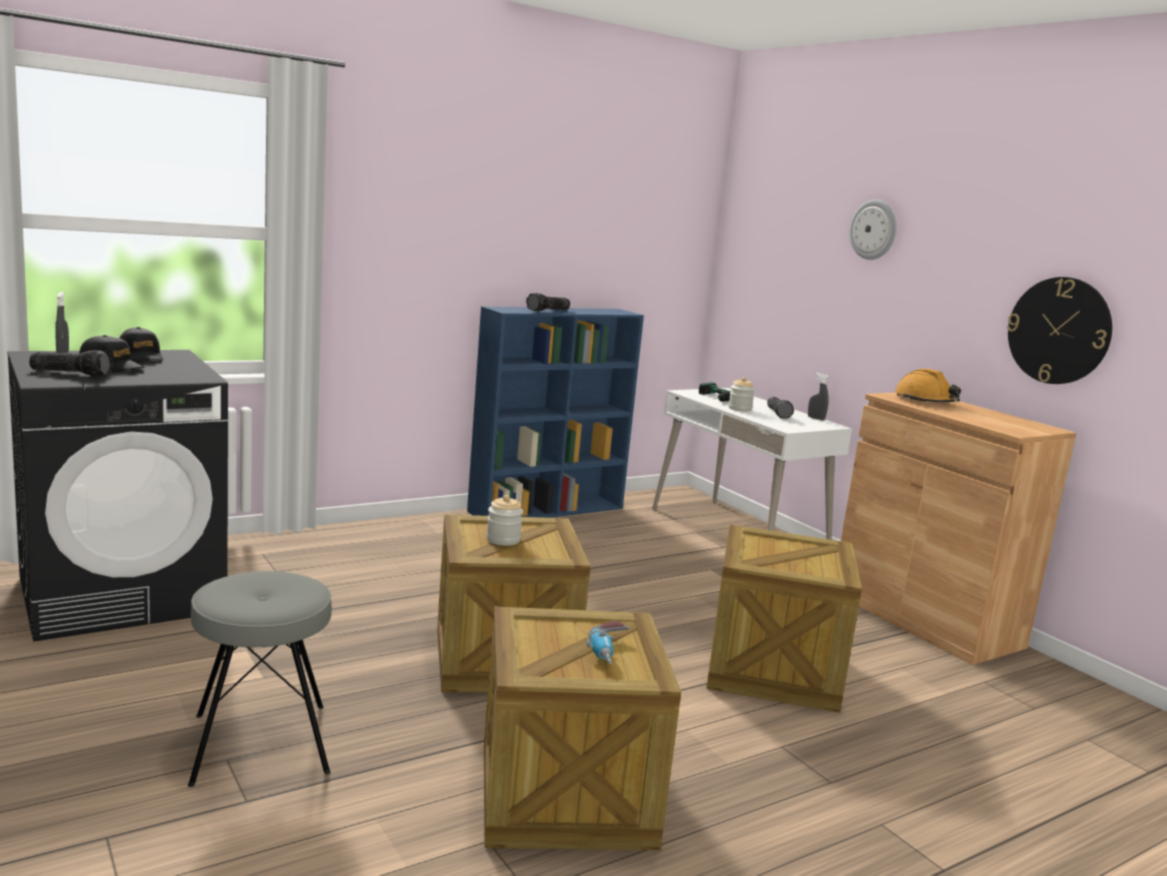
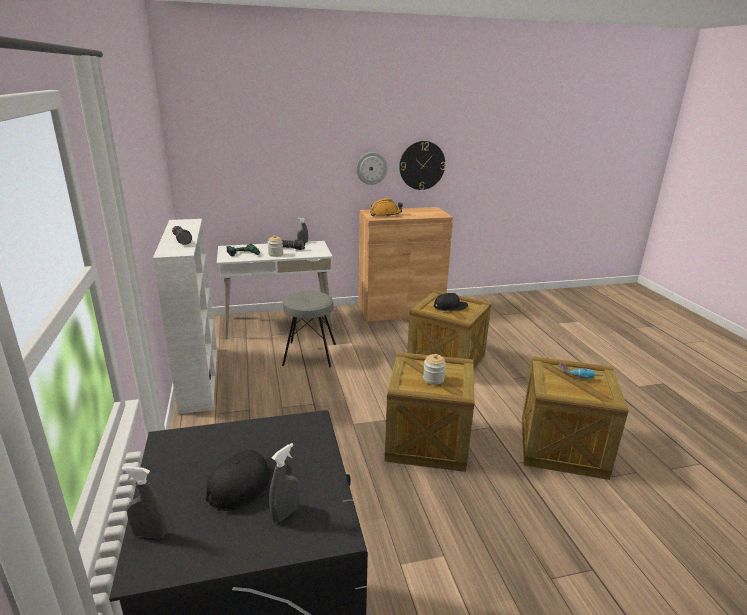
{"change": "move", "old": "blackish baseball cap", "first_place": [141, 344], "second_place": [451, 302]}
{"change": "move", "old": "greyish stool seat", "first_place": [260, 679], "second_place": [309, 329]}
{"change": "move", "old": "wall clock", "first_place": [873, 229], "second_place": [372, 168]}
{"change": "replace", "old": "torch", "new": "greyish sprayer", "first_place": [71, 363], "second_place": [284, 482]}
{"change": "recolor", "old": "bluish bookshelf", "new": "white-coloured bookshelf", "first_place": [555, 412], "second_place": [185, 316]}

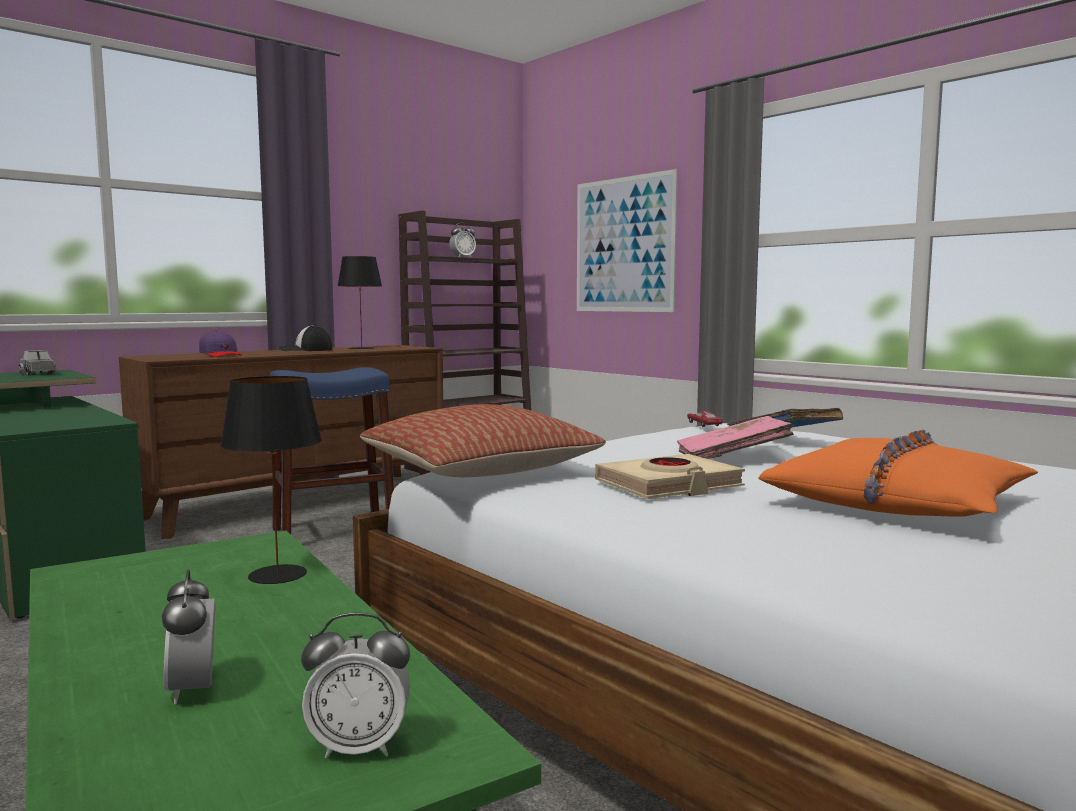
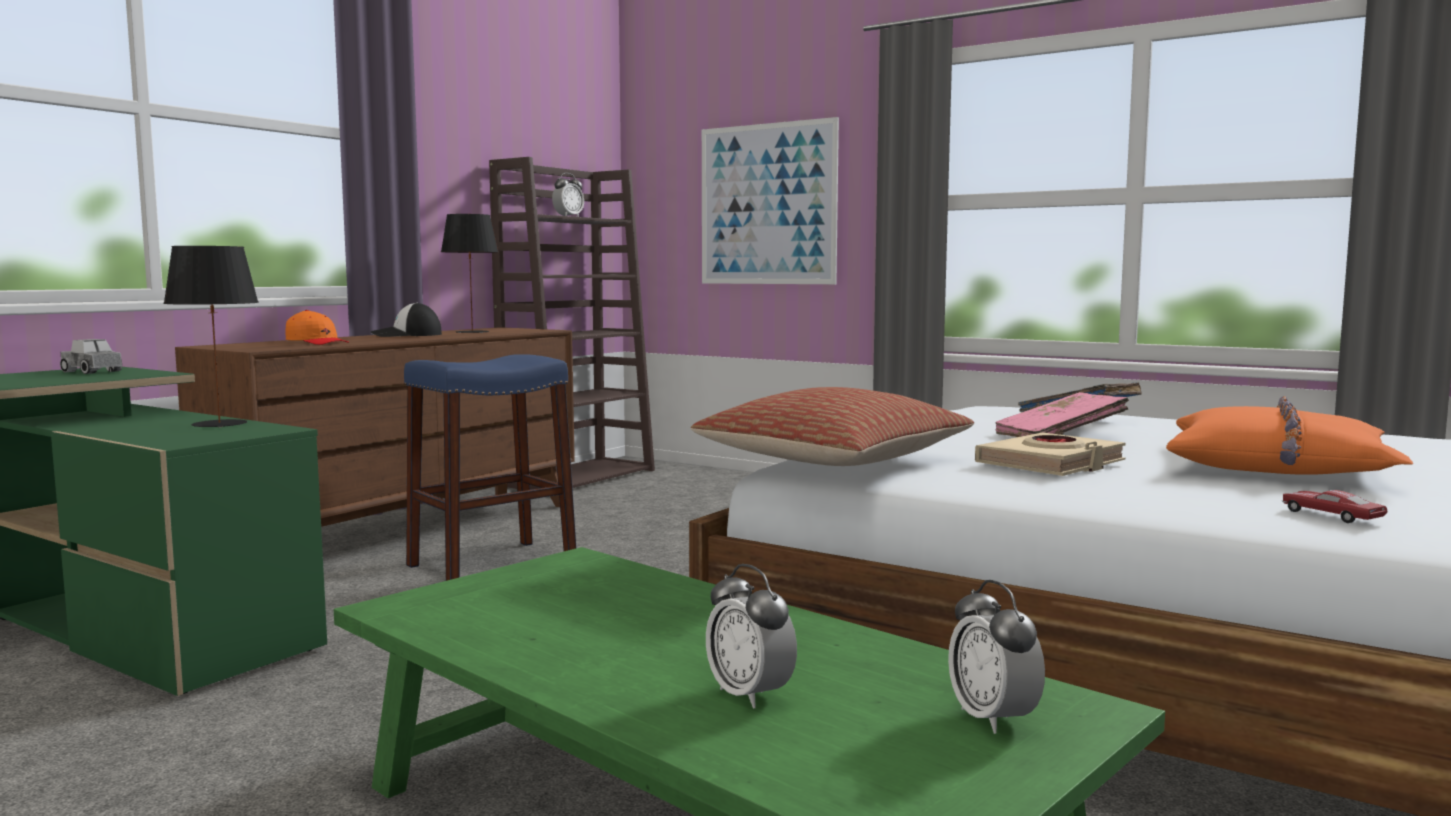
{"change": "move", "old": "blackish tabletop lamp", "first_place": [271, 480], "second_place": [211, 336]}
{"change": "move", "old": "red model car", "first_place": [705, 419], "second_place": [1334, 506]}
{"change": "recolor", "old": "purple-coloured baseball cap", "new": "orangey baseball cap", "first_place": [220, 343], "second_place": [317, 327]}
{"change": "rotate", "old": "alarm clock", "first_place": [355, 685], "second_place": [996, 657], "degrees": 90}

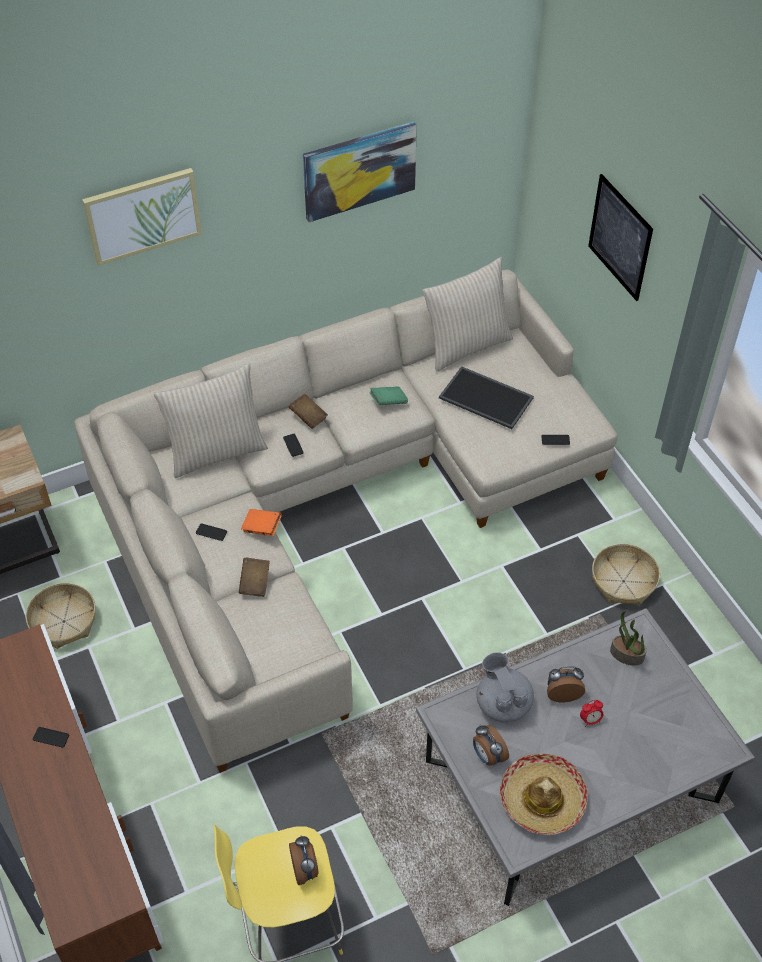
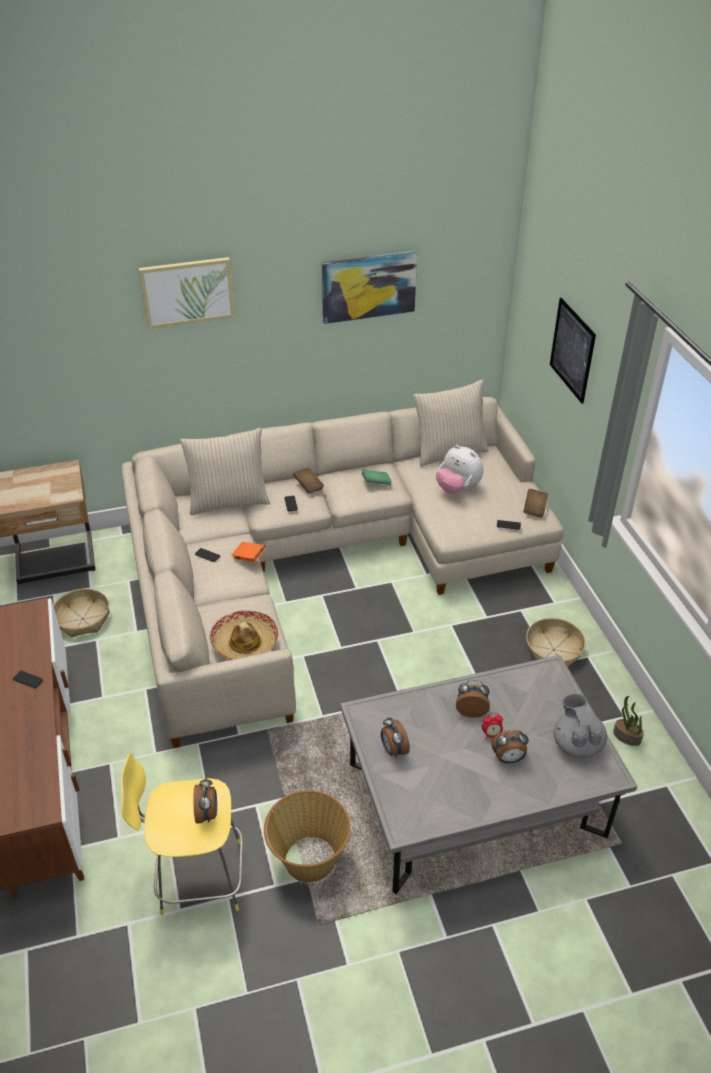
{"change": "insert", "new": "household basket", "second_place": [307, 836]}
{"change": "insert", "new": "alarm clock", "second_place": [510, 747]}
{"change": "move", "old": "brownish book", "first_place": [254, 577], "second_place": [535, 503]}
{"change": "move", "old": "greyish pot for tea", "first_place": [505, 687], "second_place": [580, 726]}
{"change": "move", "old": "hat", "first_place": [544, 794], "second_place": [244, 635]}
{"change": "move", "old": "plant in a pot", "first_place": [628, 638], "second_place": [628, 721]}
{"change": "replace", "old": "serving tray", "new": "soft toy", "first_place": [486, 397], "second_place": [459, 469]}

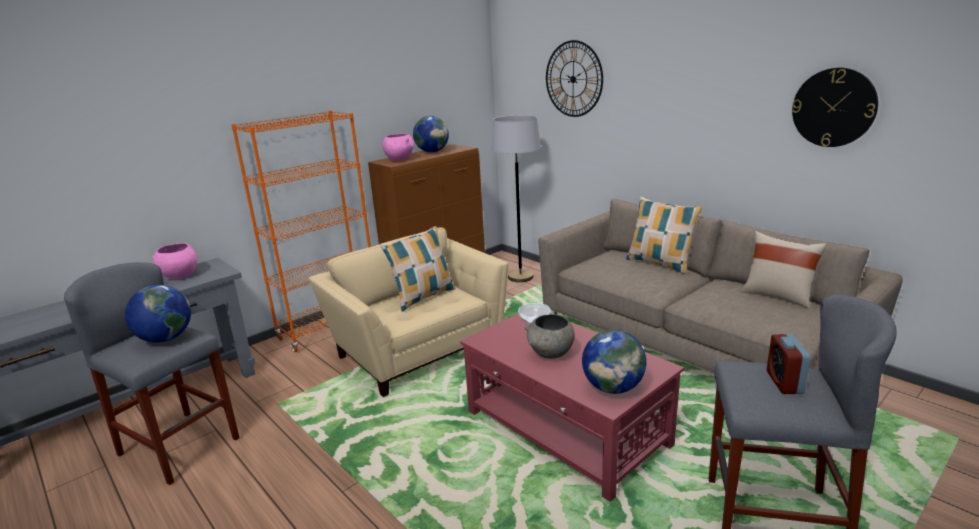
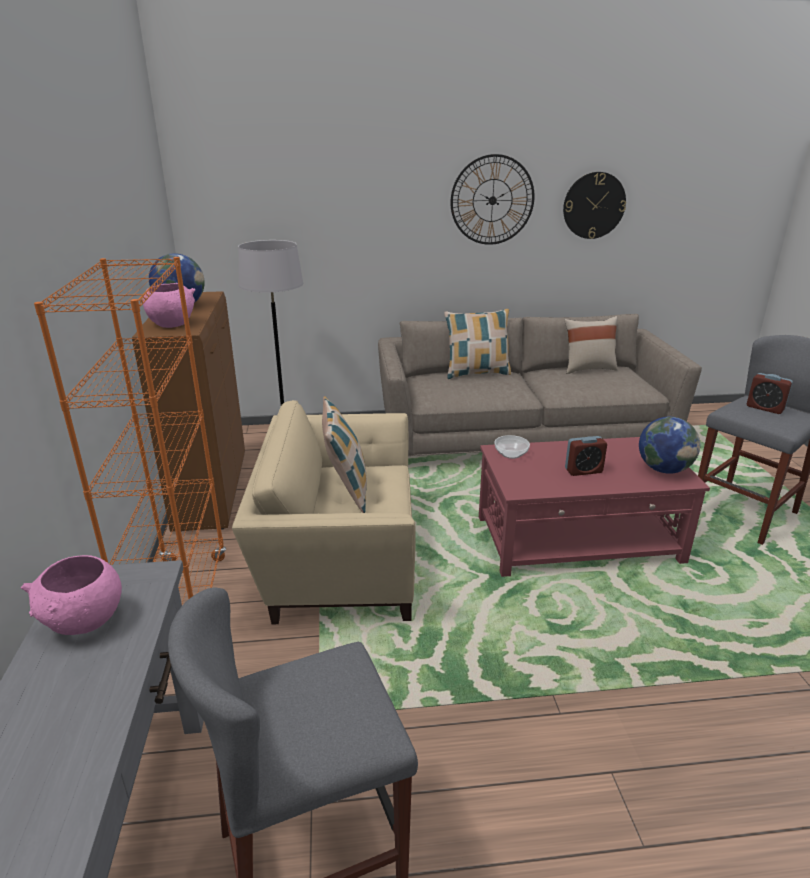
{"change": "delete", "old": "desk globe", "first_place": [158, 314]}
{"change": "move", "old": "wall clock", "first_place": [574, 78], "second_place": [492, 199]}
{"change": "replace", "old": "greyish bowl", "new": "alarm clock", "first_place": [549, 336], "second_place": [586, 456]}

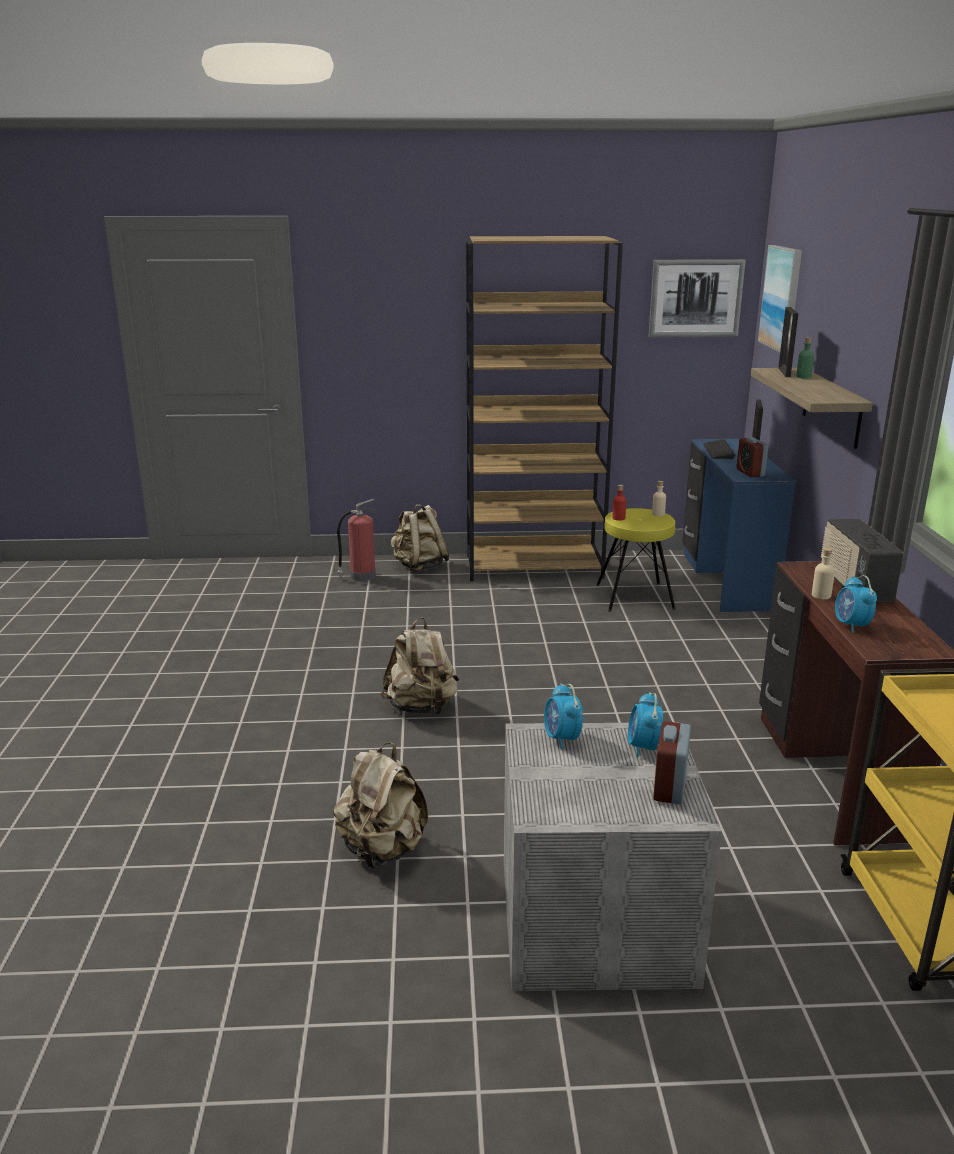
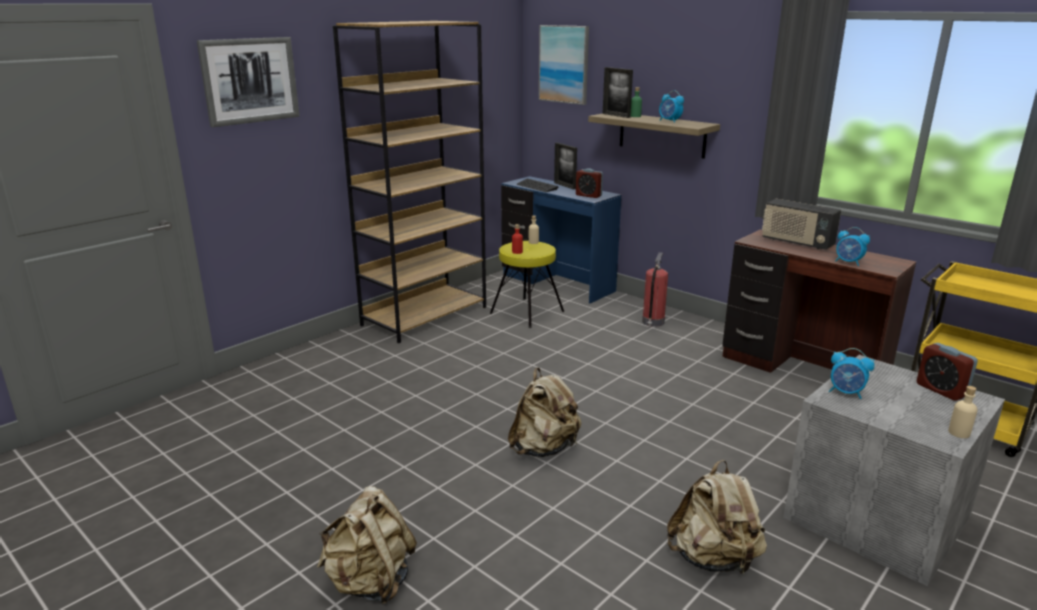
{"change": "move", "old": "fire extinguisher", "first_place": [356, 540], "second_place": [655, 290]}
{"change": "move", "old": "beige-coloured backpack", "first_place": [420, 538], "second_place": [367, 545]}
{"change": "move", "old": "alarm clock", "first_place": [645, 724], "second_place": [671, 107]}
{"change": "move", "old": "wall picture", "first_place": [697, 298], "second_place": [248, 82]}
{"change": "move", "old": "beige-coloured drink bottle", "first_place": [823, 573], "second_place": [963, 412]}

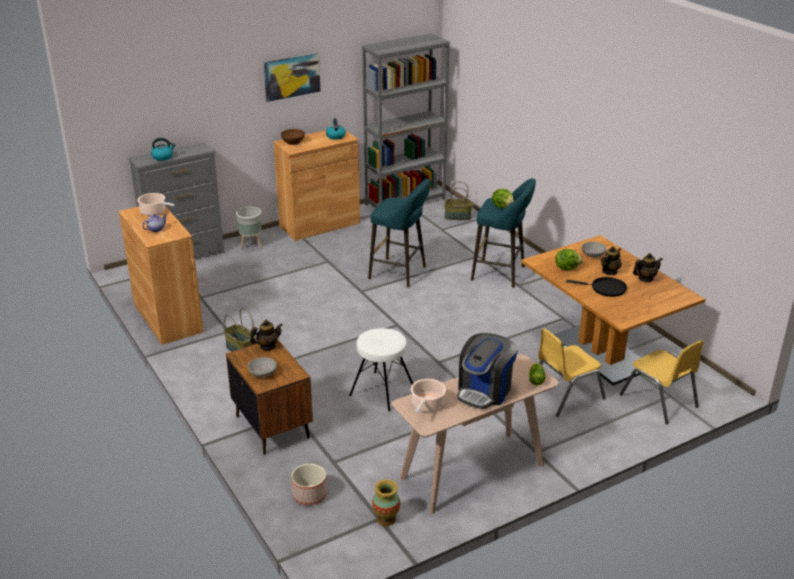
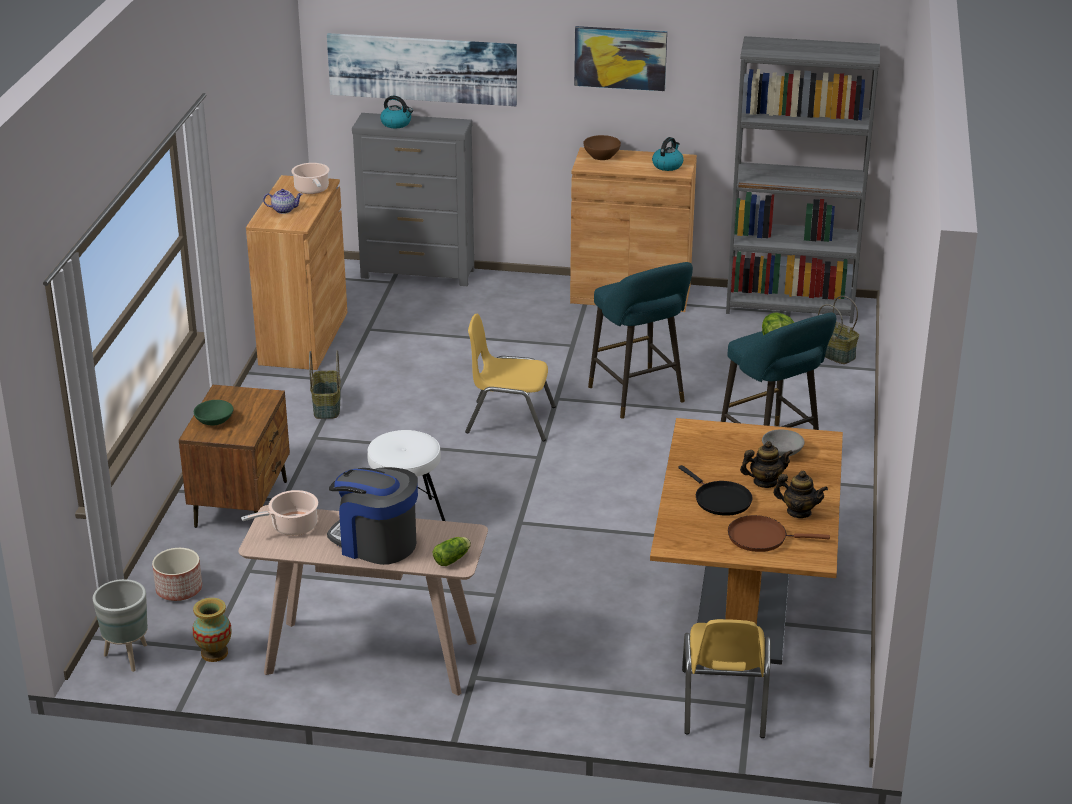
{"change": "delete", "old": "pot for tea", "first_place": [266, 335]}
{"change": "delete", "old": "lettuce head", "first_place": [569, 259]}
{"change": "insert", "new": "wall picture", "second_place": [422, 69]}
{"change": "insert", "new": "brownish frying pan", "second_place": [779, 533]}
{"change": "move", "old": "greyish plant pot", "first_place": [249, 228], "second_place": [120, 625]}
{"change": "move", "old": "yellow plain chair", "first_place": [572, 373], "second_place": [510, 377]}
{"change": "recolor", "old": "greyish bowl", "new": "greenish bowl", "first_place": [262, 367], "second_place": [214, 412]}
{"change": "rotate", "old": "coffee brewer", "first_place": [487, 371], "second_place": [372, 516], "degrees": 45}

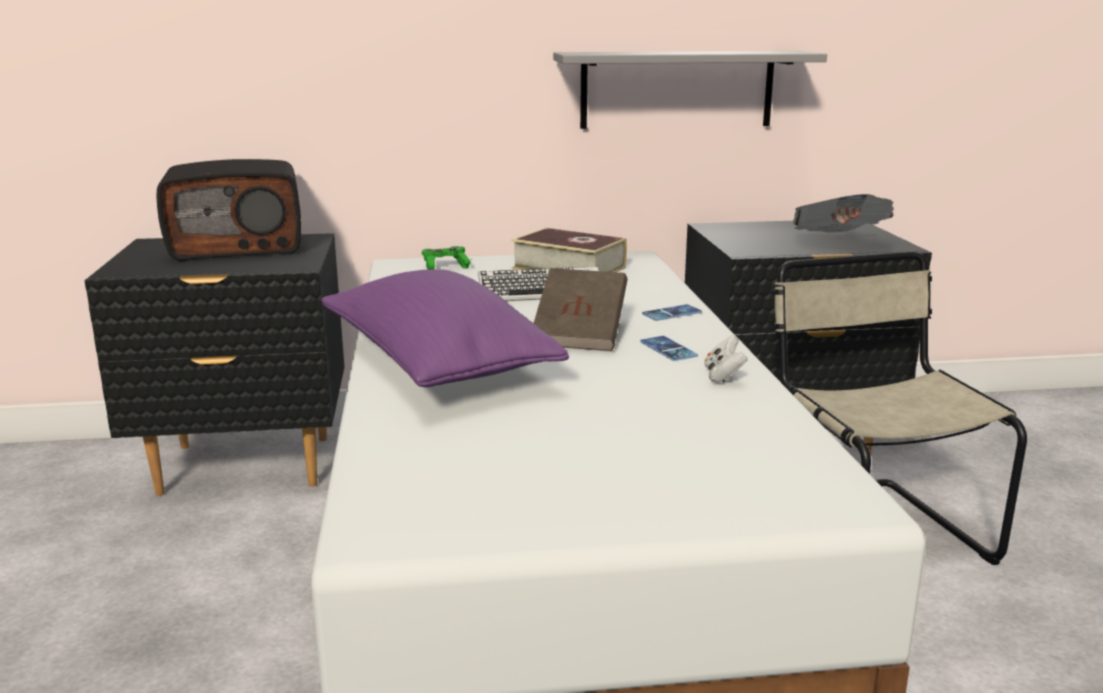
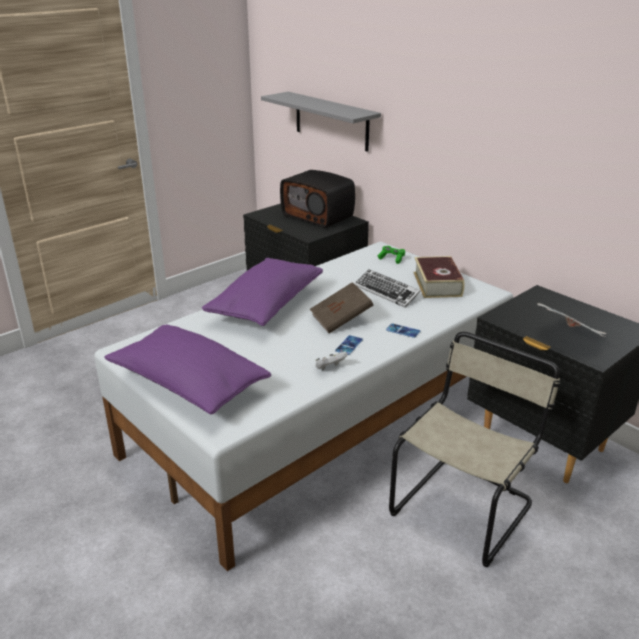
{"change": "insert", "new": "purple-coloured cushion", "second_place": [187, 369]}
{"change": "move", "old": "greyish bracket shelf", "first_place": [690, 90], "second_place": [321, 122]}

